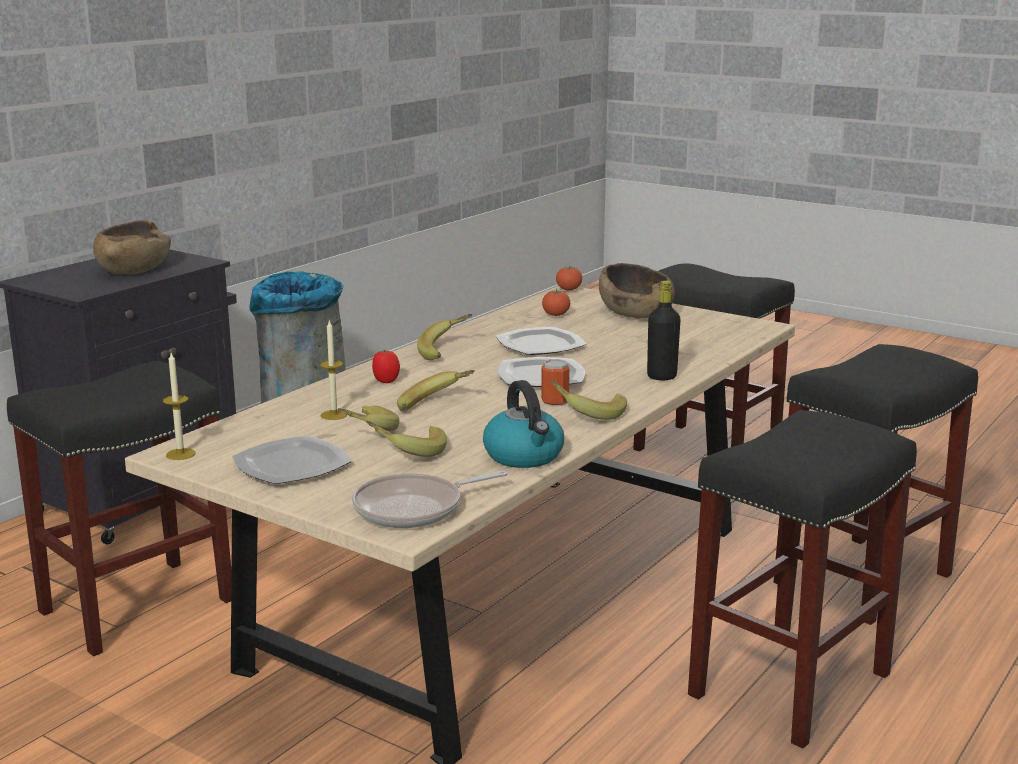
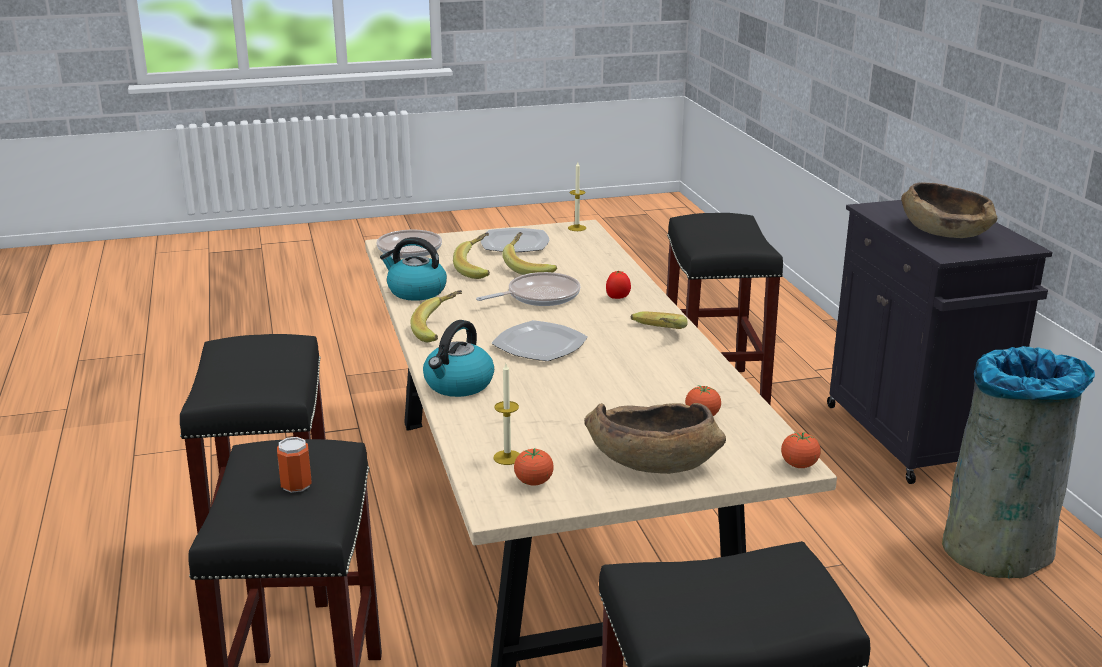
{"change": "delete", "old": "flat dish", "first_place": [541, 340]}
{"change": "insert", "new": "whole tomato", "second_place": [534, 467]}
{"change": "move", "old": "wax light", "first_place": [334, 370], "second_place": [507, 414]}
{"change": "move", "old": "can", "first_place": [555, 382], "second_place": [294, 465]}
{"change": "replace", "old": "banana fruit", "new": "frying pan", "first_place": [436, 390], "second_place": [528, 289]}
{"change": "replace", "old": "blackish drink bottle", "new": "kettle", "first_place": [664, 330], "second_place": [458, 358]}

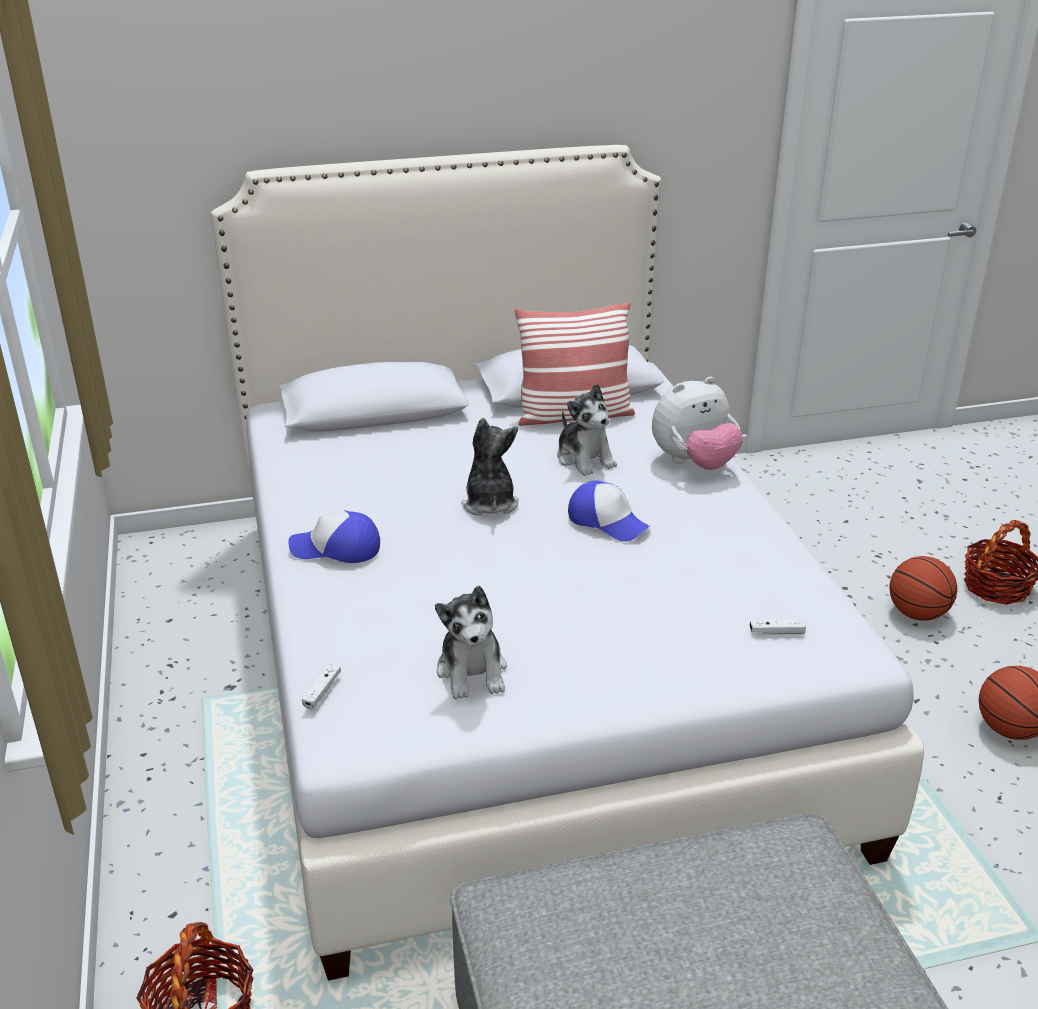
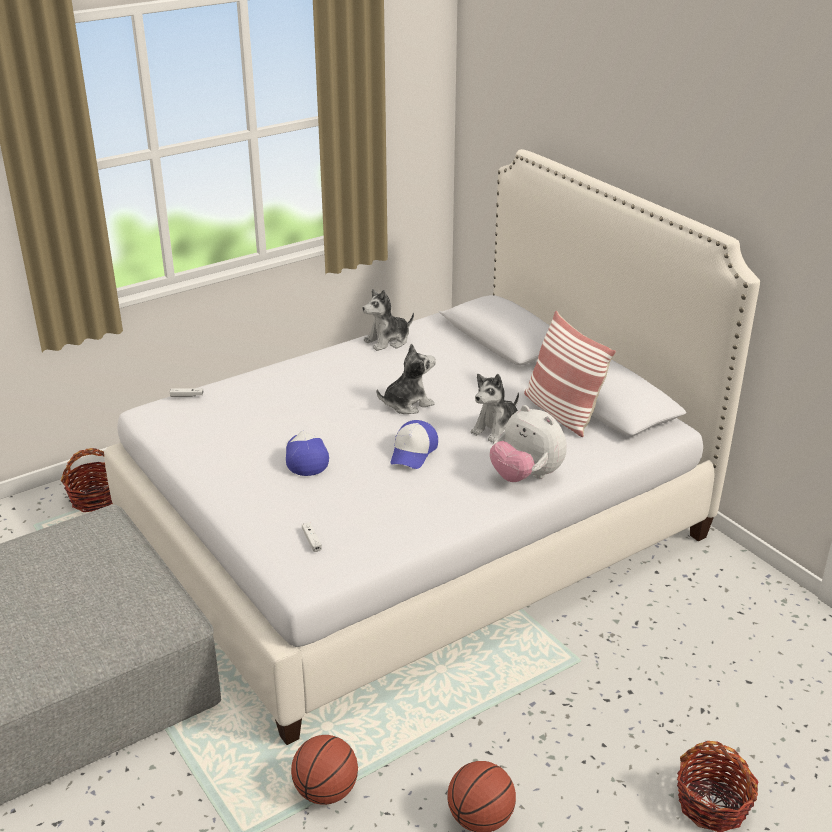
{"change": "move", "old": "baseball cap", "first_place": [334, 536], "second_place": [307, 453]}
{"change": "move", "old": "soft toy", "first_place": [471, 643], "second_place": [388, 320]}
{"change": "move", "old": "basketball", "first_place": [923, 588], "second_place": [324, 770]}

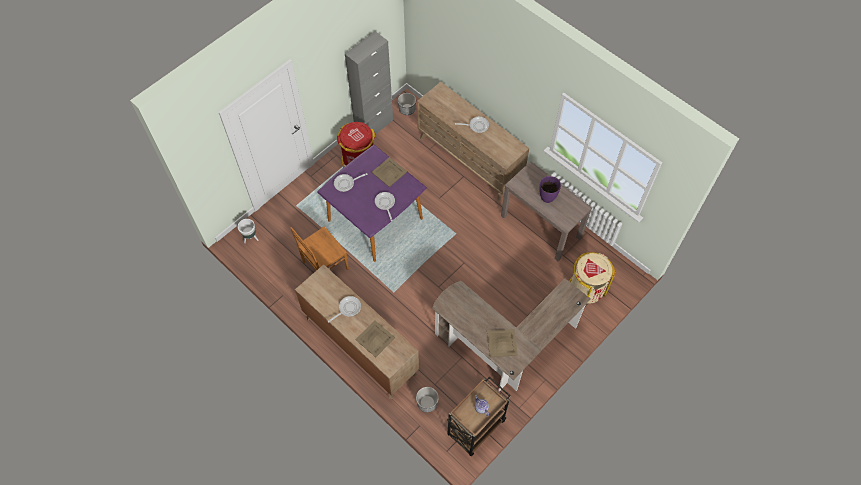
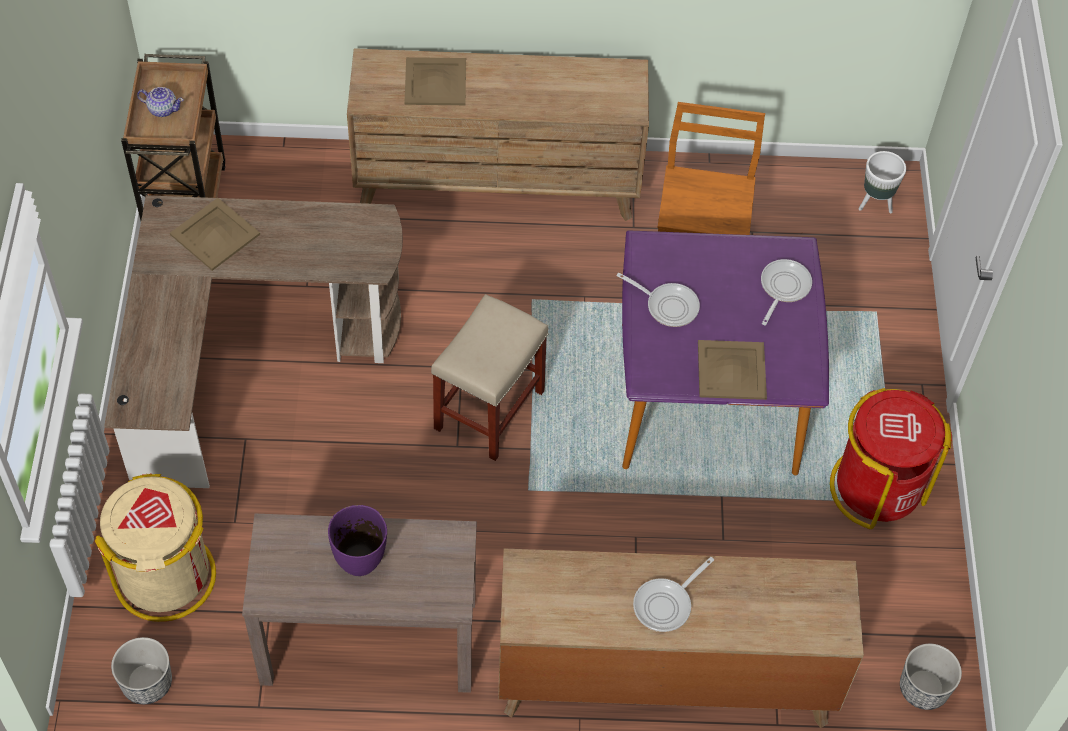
{"change": "delete", "old": "frying pan", "first_place": [344, 309]}
{"change": "delete", "old": "greyish cabinet", "first_place": [369, 83]}
{"change": "insert", "new": "beige-coloured stool seat", "second_place": [489, 377]}
{"change": "move", "old": "plant pot", "first_place": [427, 399], "second_place": [141, 670]}

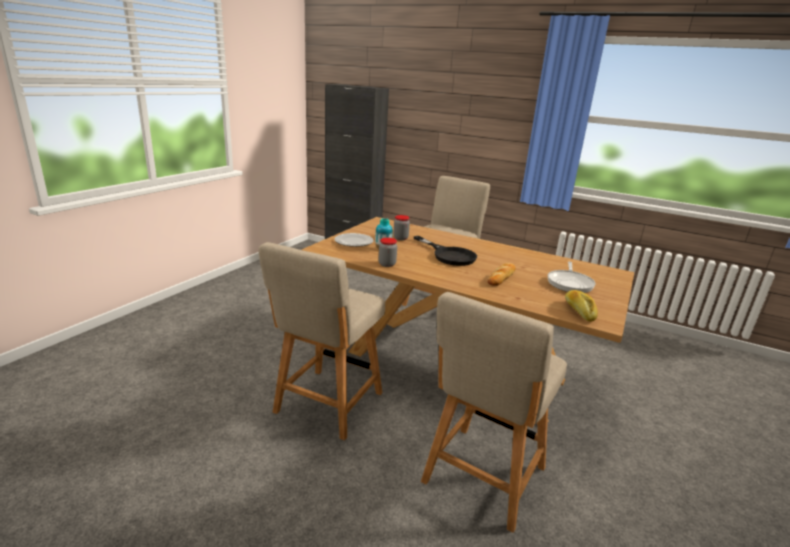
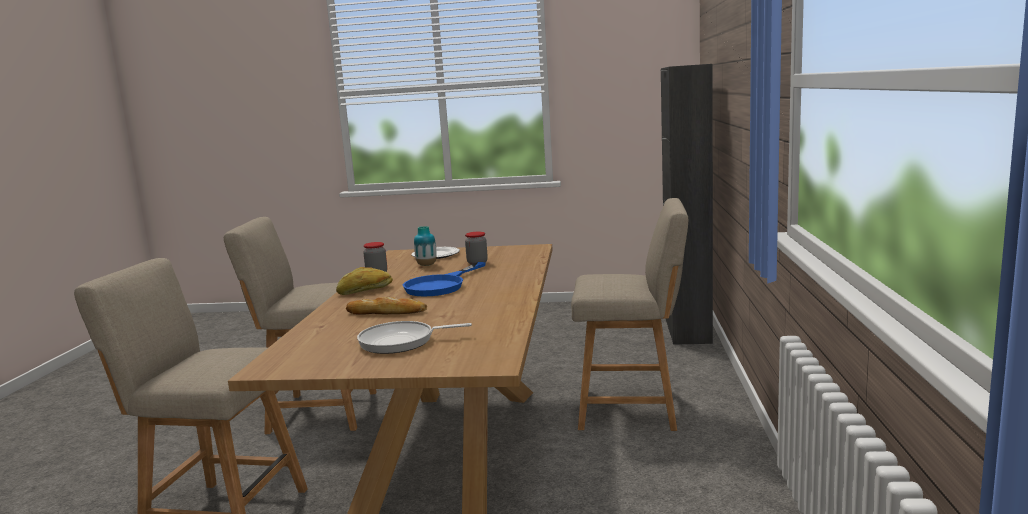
{"change": "move", "old": "baked bread", "first_place": [581, 306], "second_place": [364, 281]}
{"change": "recolor", "old": "blackish frying pan", "new": "bluish frying pan", "first_place": [445, 251], "second_place": [444, 279]}

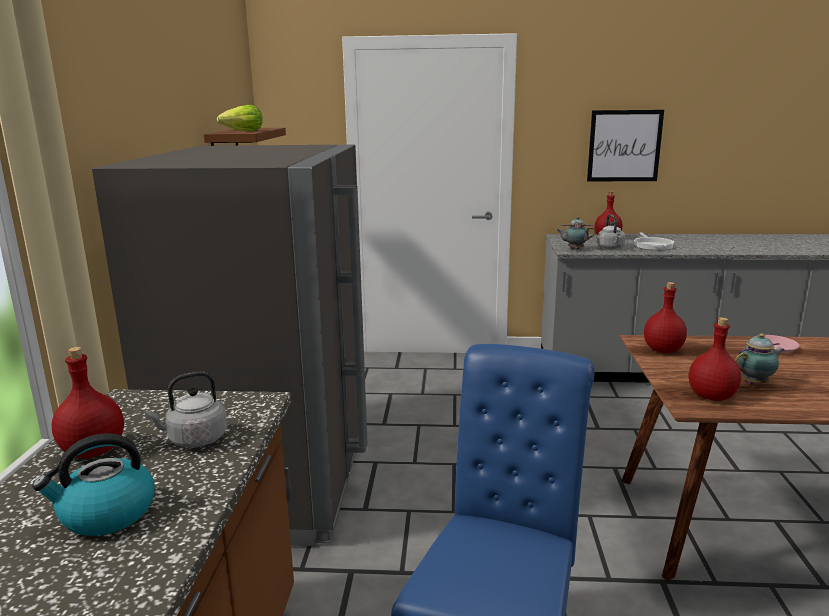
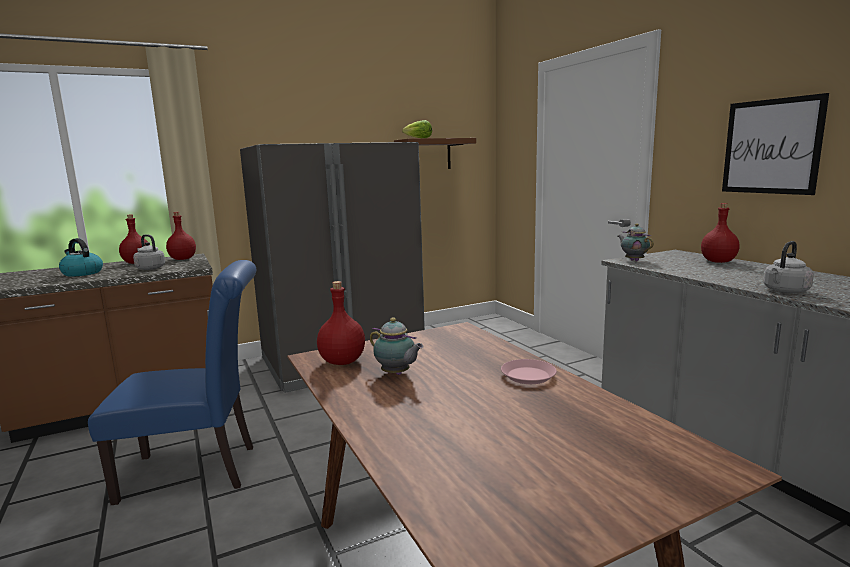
{"change": "delete", "old": "frying pan", "first_place": [654, 241]}
{"change": "move", "old": "greyish kettle", "first_place": [611, 232], "second_place": [789, 267]}
{"change": "move", "old": "red drink bottle", "first_place": [665, 317], "second_place": [181, 236]}

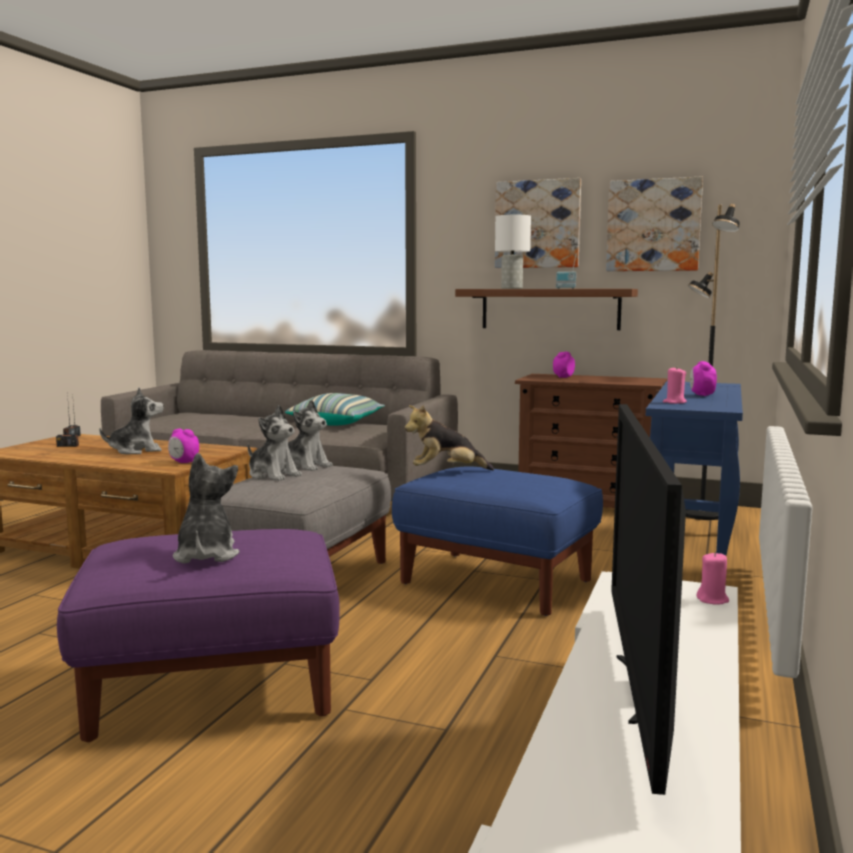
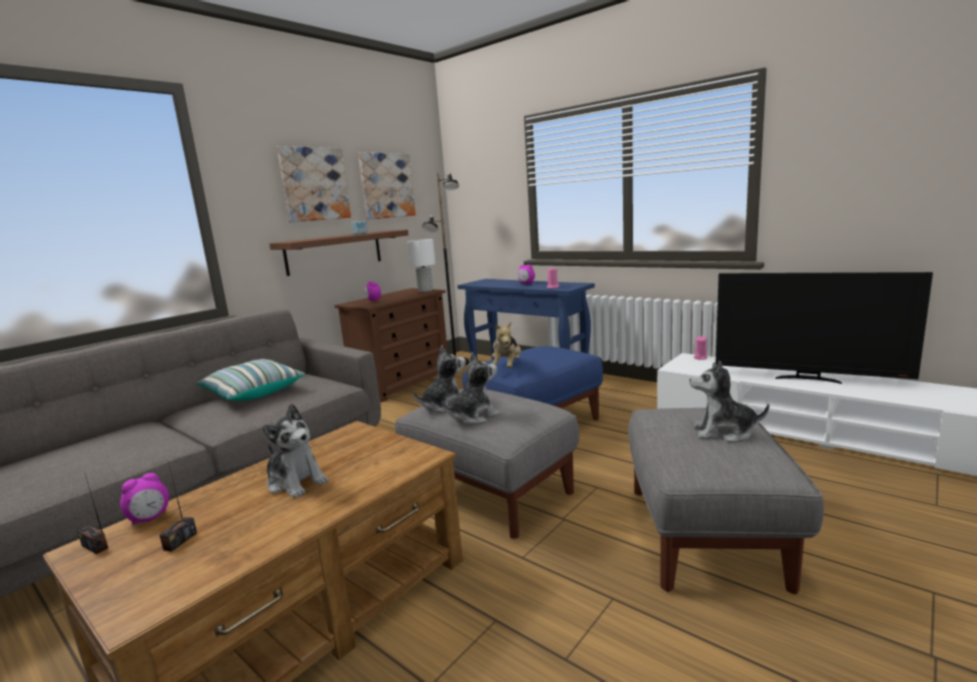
{"change": "move", "old": "alarm clock", "first_place": [183, 446], "second_place": [144, 499]}
{"change": "move", "old": "white-coloured tabletop lamp", "first_place": [513, 252], "second_place": [421, 265]}
{"change": "recolor", "old": "purple-coloured pouffe", "new": "greyish pouffe", "first_place": [198, 635], "second_place": [726, 501]}
{"change": "rotate", "old": "soft toy", "first_place": [131, 420], "second_place": [296, 451], "degrees": 135}

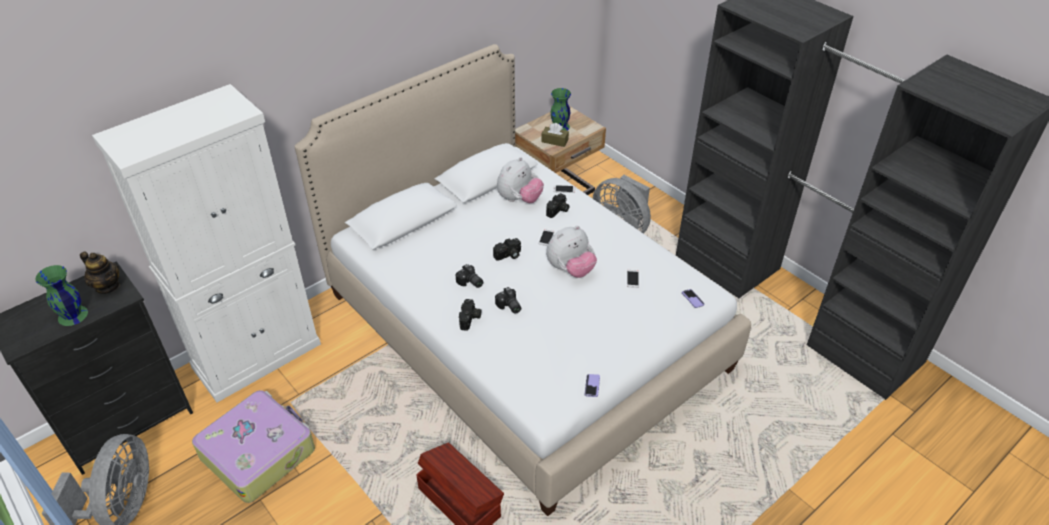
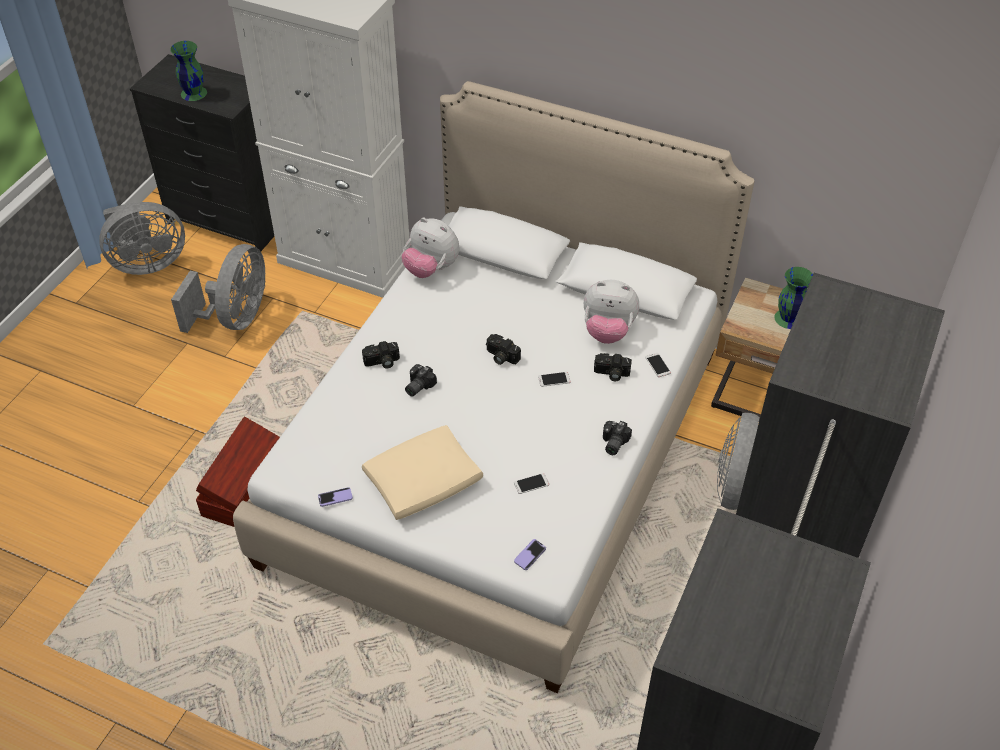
{"change": "delete", "old": "pot for tea", "first_place": [100, 272]}
{"change": "delete", "old": "brownish tissue holder", "first_place": [555, 135]}
{"change": "insert", "new": "beige-coloured cushion", "second_place": [422, 472]}
{"change": "move", "old": "photo camera", "first_place": [469, 276], "second_place": [617, 438]}
{"change": "move", "old": "soft toy", "first_place": [571, 252], "second_place": [430, 247]}
{"change": "replace", "old": "suitcase", "new": "greyish cooling fan", "first_place": [253, 446], "second_place": [218, 288]}

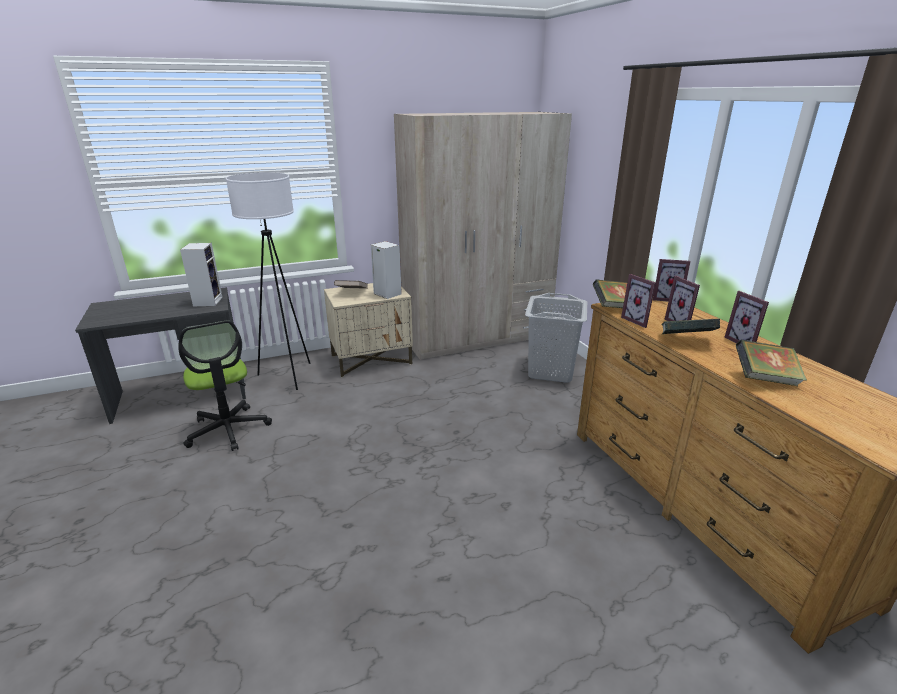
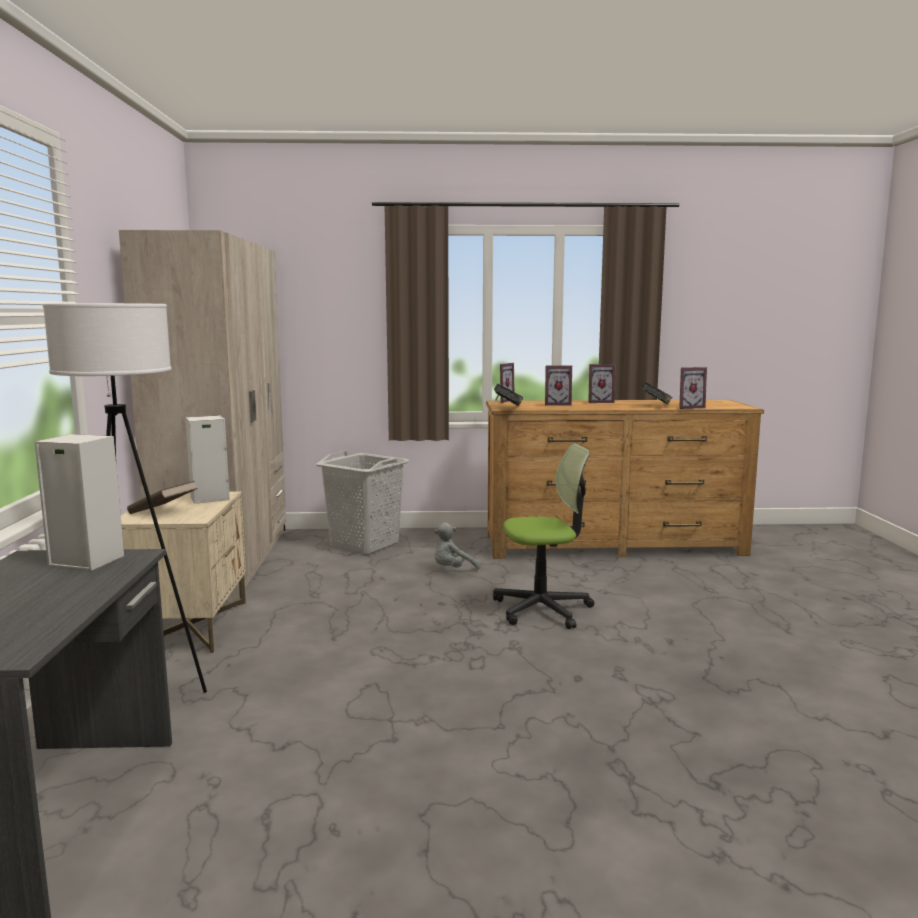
{"change": "delete", "old": "book", "first_place": [690, 326]}
{"change": "insert", "new": "greyish soft toy", "second_place": [457, 546]}
{"change": "move", "old": "office chair", "first_place": [225, 385], "second_place": [543, 536]}
{"change": "move", "old": "picture frame", "first_place": [638, 301], "second_place": [693, 388]}

